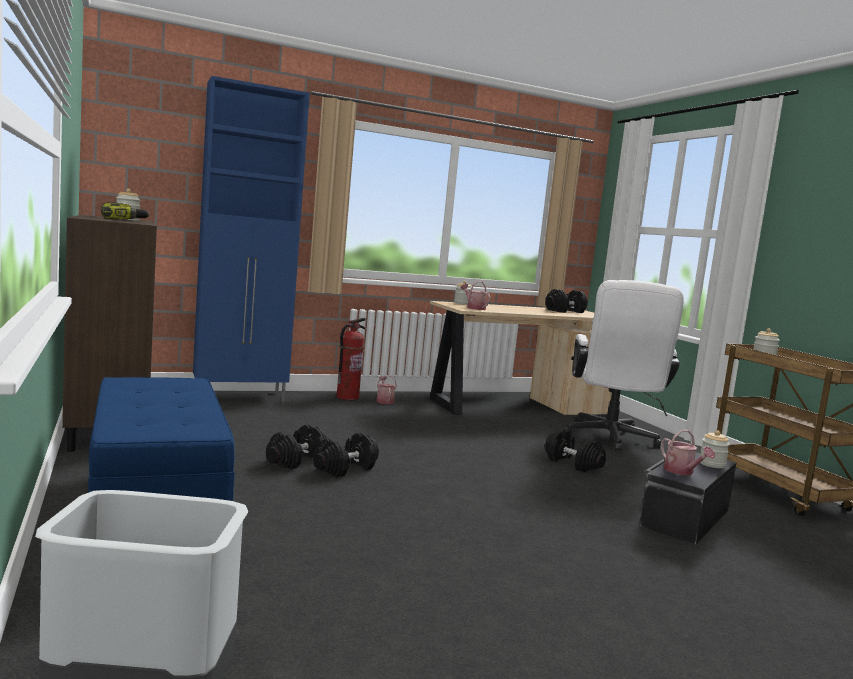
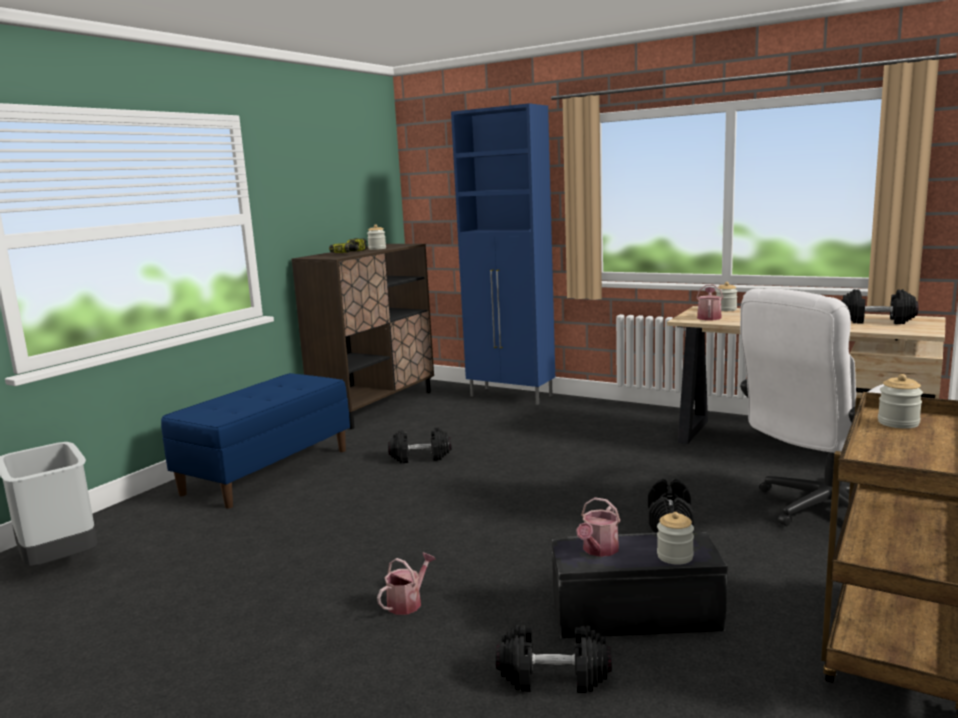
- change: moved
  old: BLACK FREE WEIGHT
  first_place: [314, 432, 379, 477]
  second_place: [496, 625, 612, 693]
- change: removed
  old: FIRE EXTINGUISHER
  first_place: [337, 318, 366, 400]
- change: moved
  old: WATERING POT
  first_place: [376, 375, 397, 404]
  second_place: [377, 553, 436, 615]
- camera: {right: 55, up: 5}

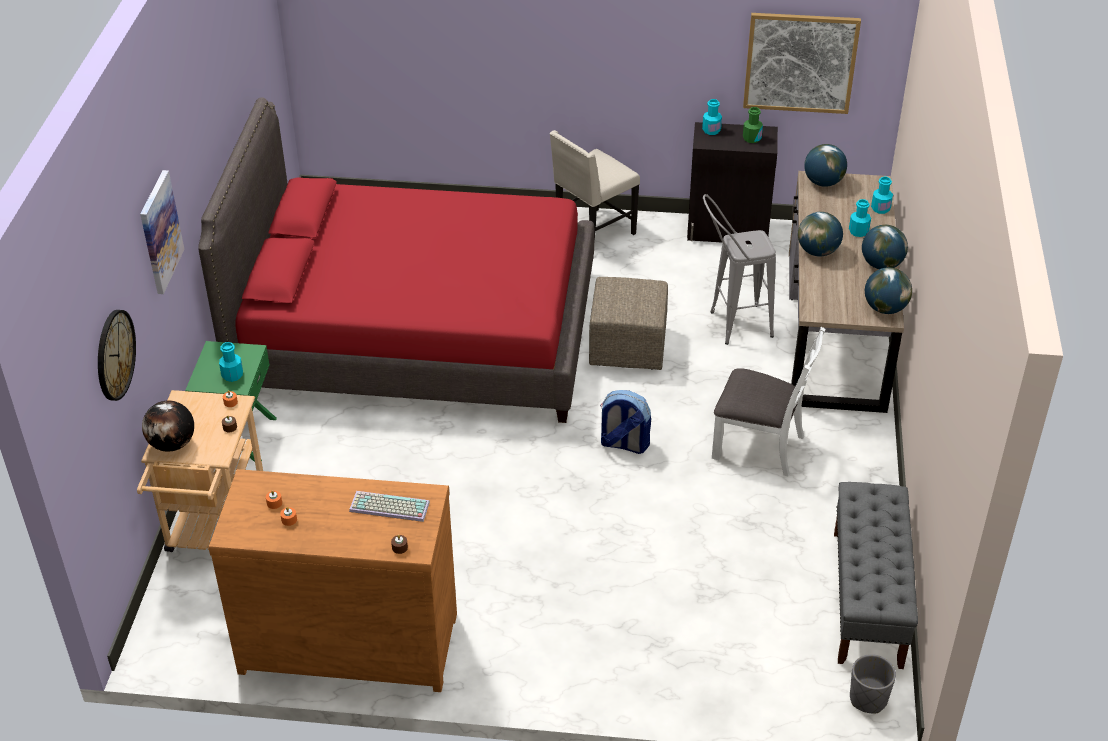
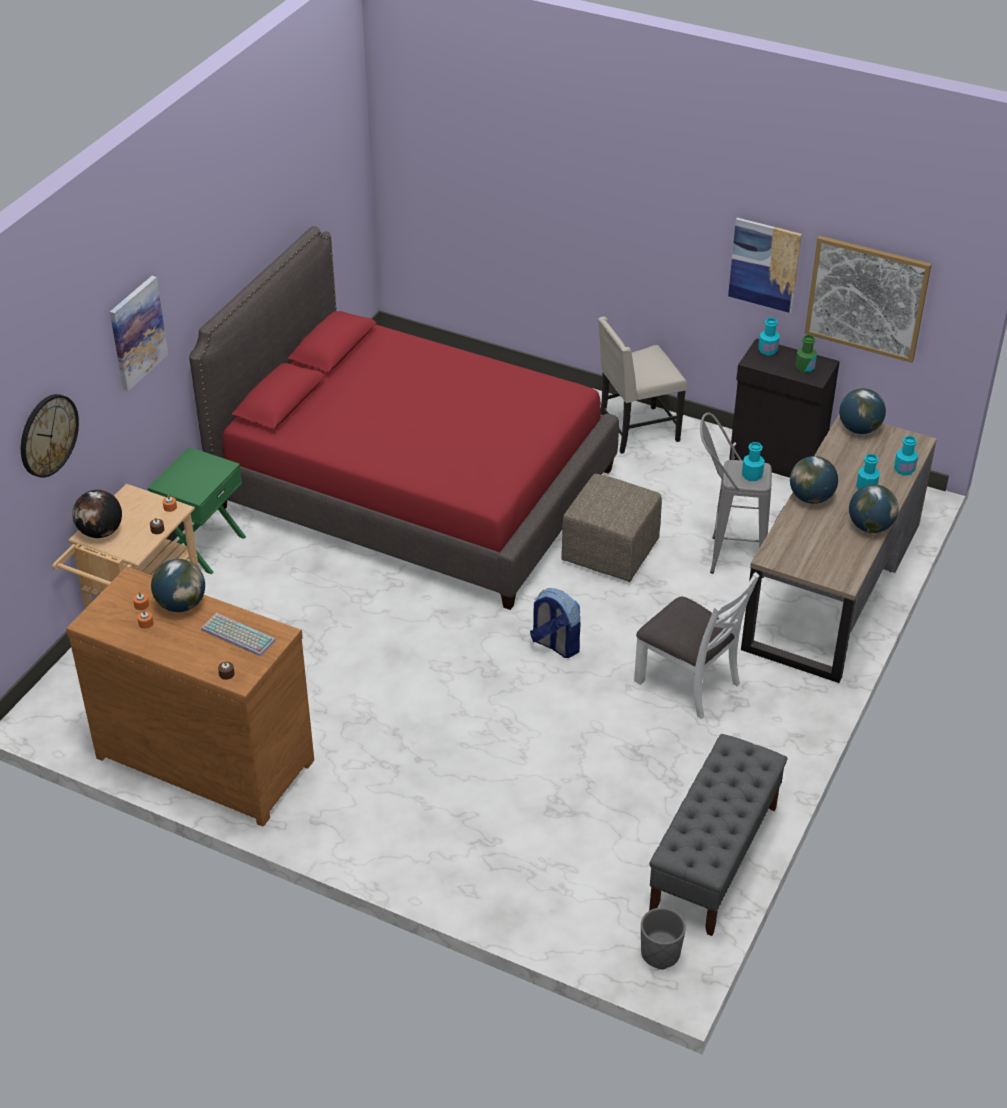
- change: moved
  old: BLUE-GREEN BOTTLE
  first_place: [219, 342, 243, 382]
  second_place: [742, 442, 765, 481]
- change: moved
  old: WORLD GLOBE
  first_place: [865, 267, 912, 314]
  second_place: [151, 559, 205, 612]
- change: added
  new: WALL PICTURE
  second_place: [728, 218, 802, 313]
- camera: {right: 20, up: 0}

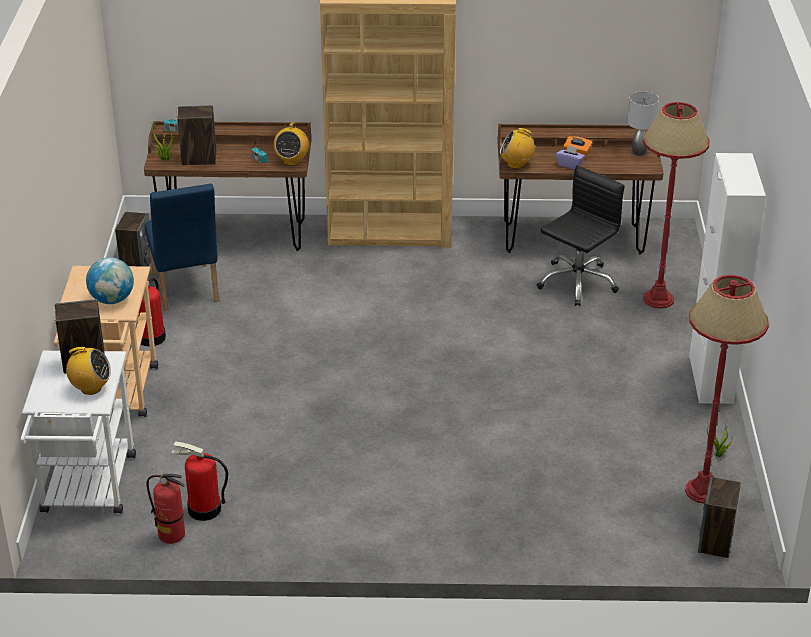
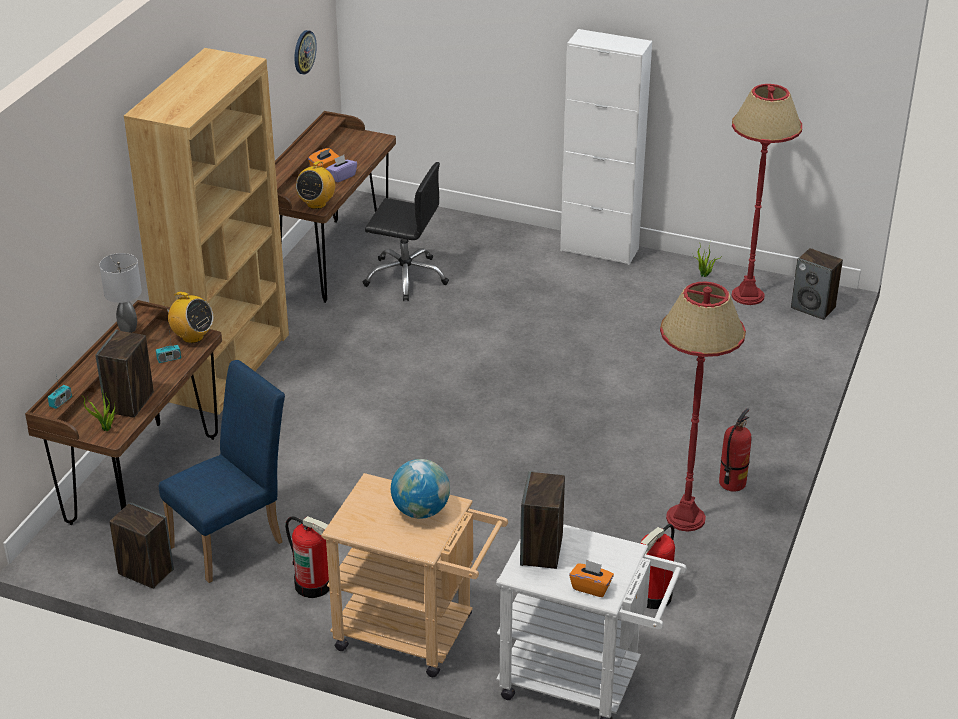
- change: removed
  old: RADIO RECEIVER
  first_place: [61, 347, 111, 395]
- change: turned
  old: BLUISH CHAIR
  first_place: [144, 183, 219, 310]
  second_place: [159, 360, 285, 583]
  degrees: -45
- change: moved
  old: FIRE EXTINGUISHER
  first_place: [146, 474, 185, 544]
  second_place: [719, 408, 751, 492]
- change: turned
  old: BLACK COMPUTER CHAIR
  first_place: [537, 166, 625, 306]
  second_place: [363, 162, 449, 301]
  degrees: 135
- change: moved
  old: GRAY LAMP FOR A TABLE
  first_place: [627, 91, 659, 156]
  second_place: [99, 253, 142, 333]
- change: moved
  old: RED-COLOURED FLOOR LAMP
  first_place: [643, 102, 710, 308]
  second_place: [660, 281, 746, 532]
- change: added
  new: WALL CLOCK
  second_place: [294, 30, 317, 74]
- change: added
  new: ORANGE BOX OF TISSUES
  second_place: [569, 560, 614, 597]
- camera: {right: -70, up: 0}

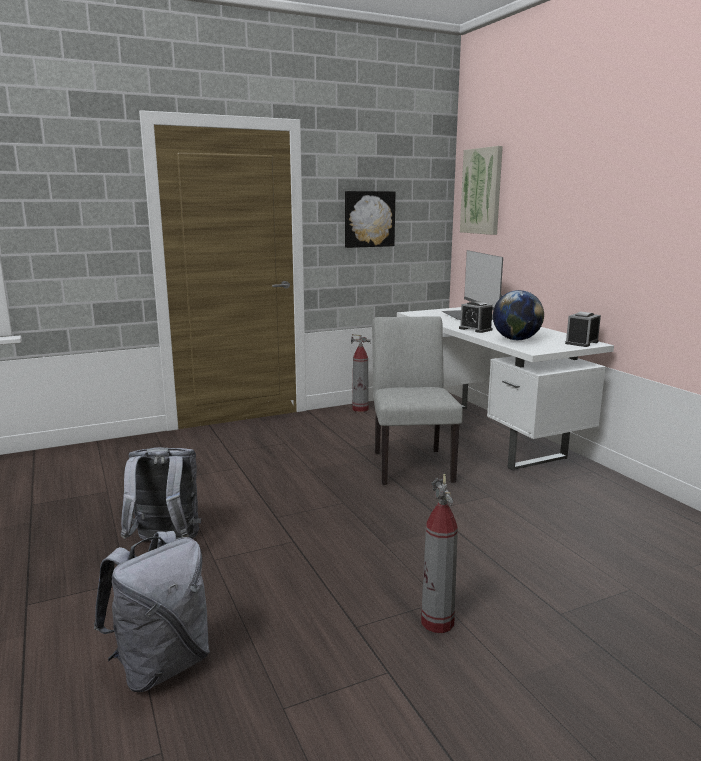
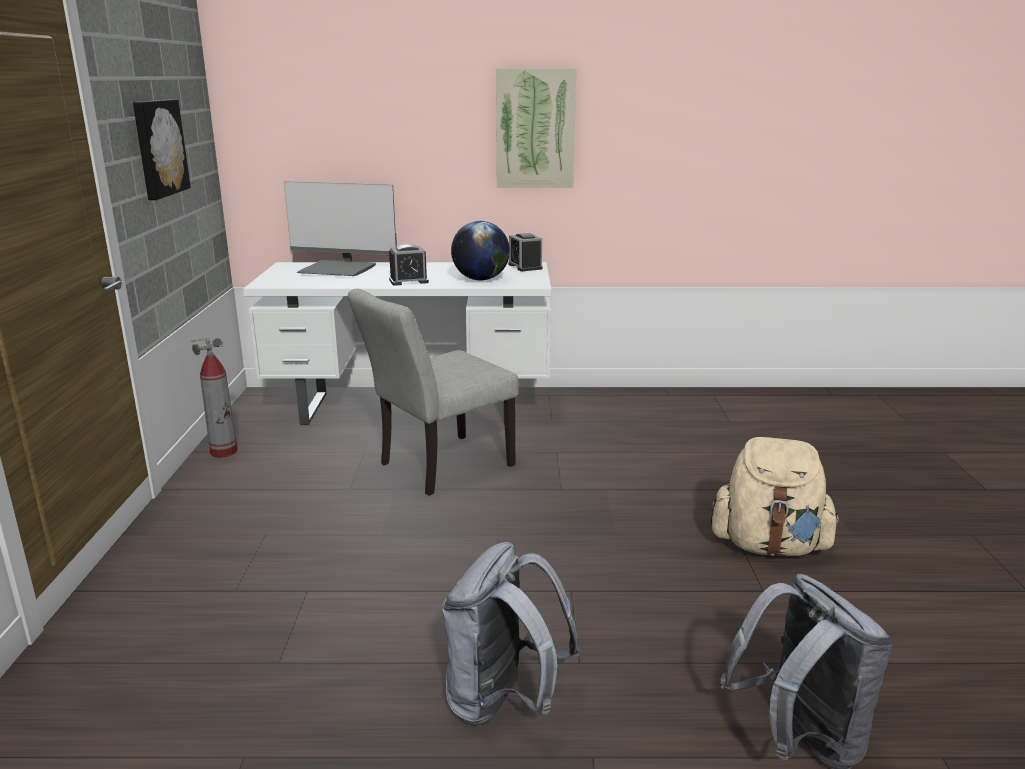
- change: turned
  old: GRAY CHAIR
  first_place: [372, 316, 463, 485]
  second_place: [348, 289, 519, 496]
  degrees: -60
- change: replaced
  old: FIRE EXTINGUISHER
  new: BEIGE BACKPACK
  first_place: [421, 474, 458, 633]
  second_place: [711, 437, 841, 556]
- change: moved
  old: WALL PICTURE
  first_place: [460, 146, 503, 235]
  second_place: [496, 68, 576, 188]
- camera: {right: -65, up: 5}

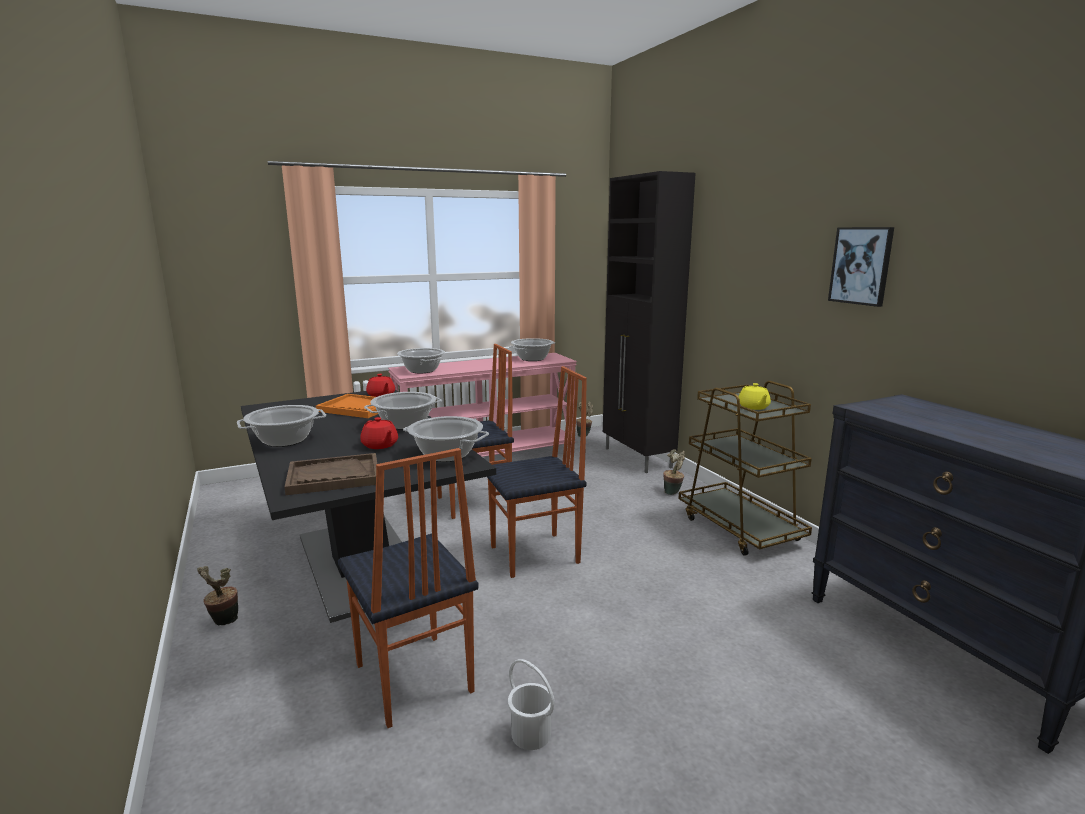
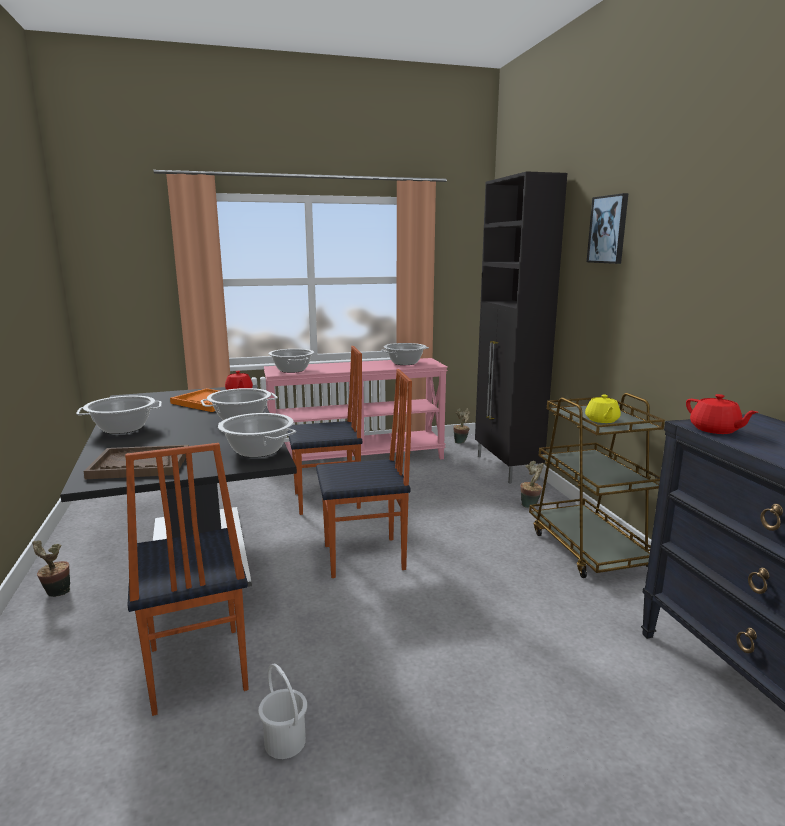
- change: moved
  old: RED-COLOURED TEA POT
  first_place: [360, 417, 398, 449]
  second_place: [686, 394, 758, 434]
- change: moved
  old: WALL PICTURE
  first_place: [828, 227, 894, 307]
  second_place: [587, 193, 629, 264]
- camera: {right: 10, up: 0}

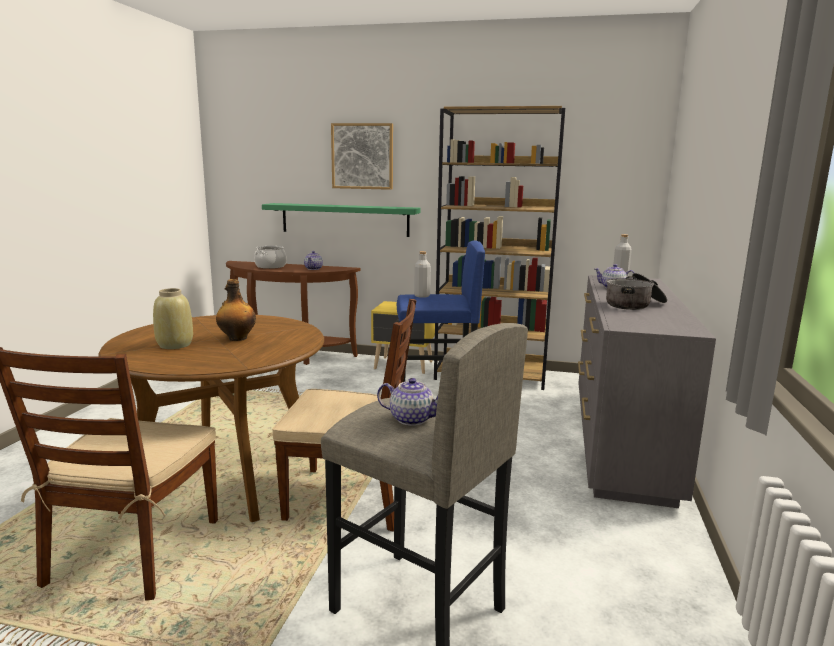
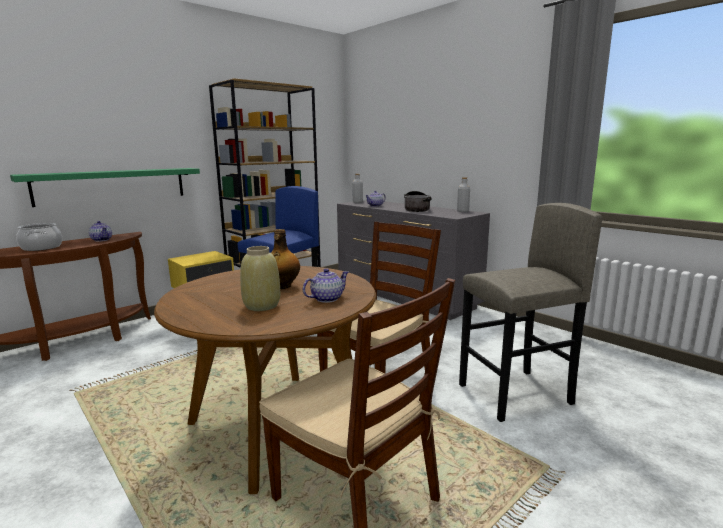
- change: removed
  old: WALL PICTURE
  first_place: [331, 123, 393, 190]
- change: moved
  old: TEA POT
  first_place: [377, 378, 438, 426]
  second_place: [303, 268, 349, 303]
- change: moved
  old: GRAY BOTTLE
  first_place: [414, 251, 431, 298]
  second_place: [457, 177, 470, 212]
- camera: {right: -55, up: 0}

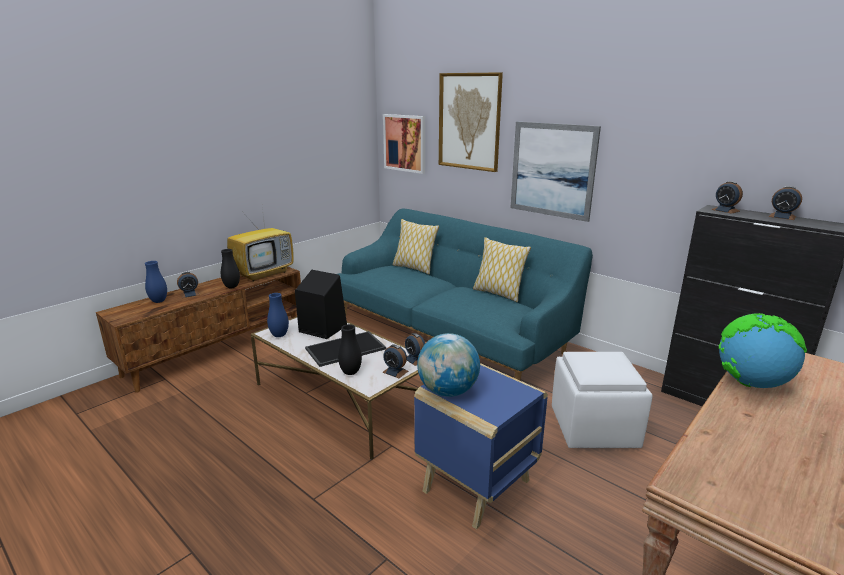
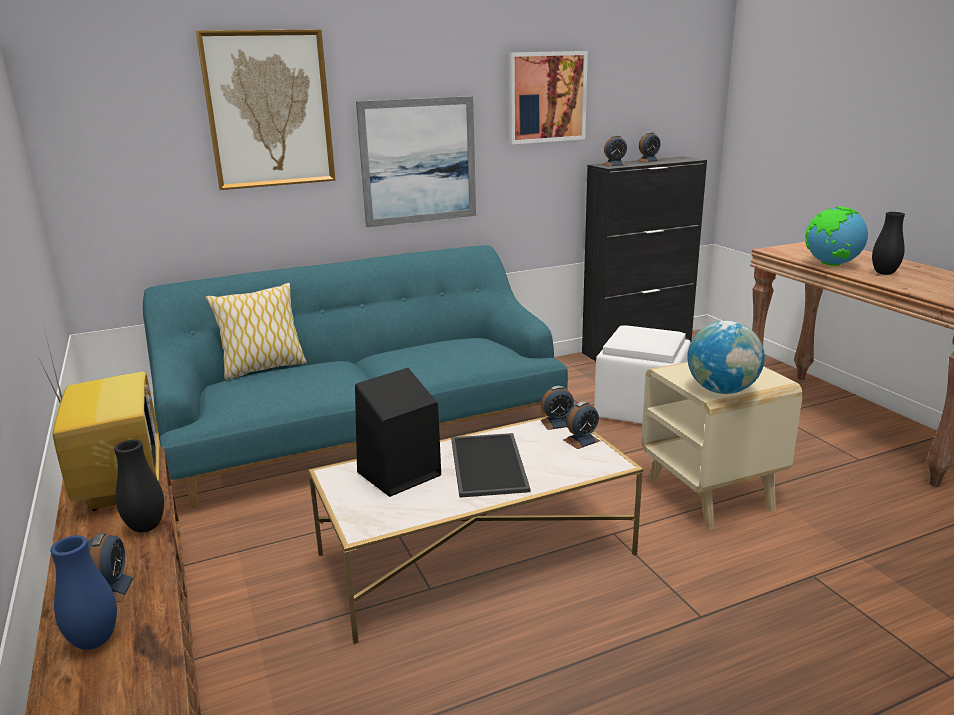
- change: removed
  old: BLUISH FLOWER VASE
  first_place: [267, 293, 289, 337]
- change: moved
  old: BLACK FLOWER VASE
  first_place: [338, 324, 362, 375]
  second_place: [872, 212, 905, 275]
- change: moved
  old: WALL PICTURE
  first_place: [383, 114, 425, 174]
  second_place: [508, 51, 588, 144]
- change: recoloured
  old: BLUISH ACCENT TABLE
  new: BEIGE ACCENT TABLE
  first_place: [414, 363, 548, 529]
  second_place: [641, 362, 803, 530]
- change: removed
  old: PILLOW
  first_place: [473, 237, 531, 302]
- camera: {right: -65, up: 0}

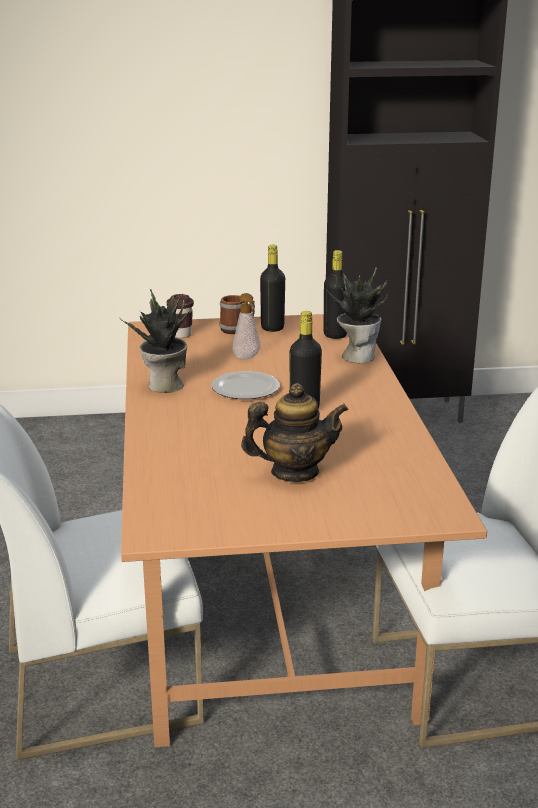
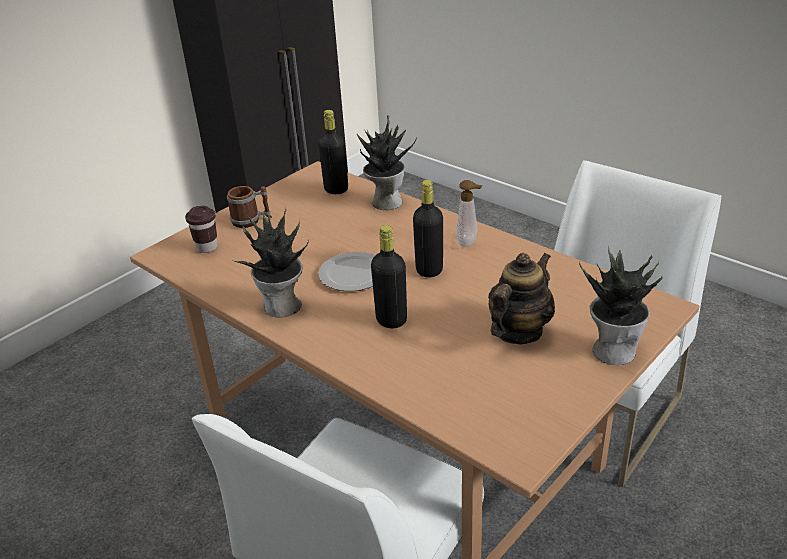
- change: moved
  old: SOAP DISPENSER
  first_place: [233, 293, 260, 359]
  second_place: [456, 180, 482, 247]
- change: moved
  old: BLACK BOTTLE
  first_place: [260, 245, 285, 332]
  second_place: [371, 225, 407, 328]
- change: added
  new: POTTED PLANT
  second_place: [579, 246, 663, 365]
- camera: {right: -40, up: 10}

